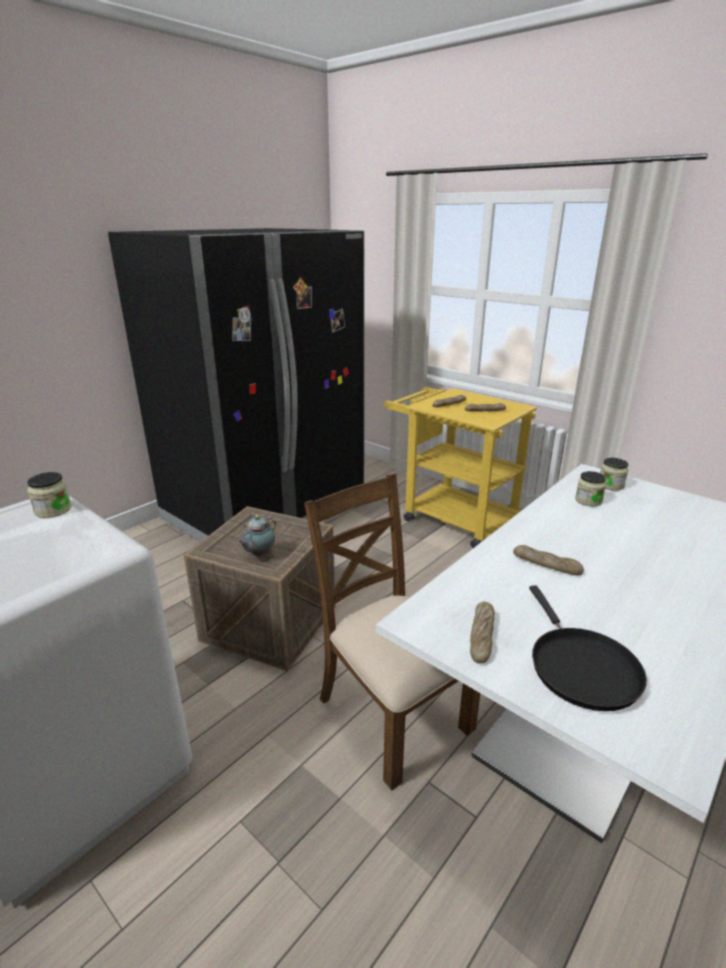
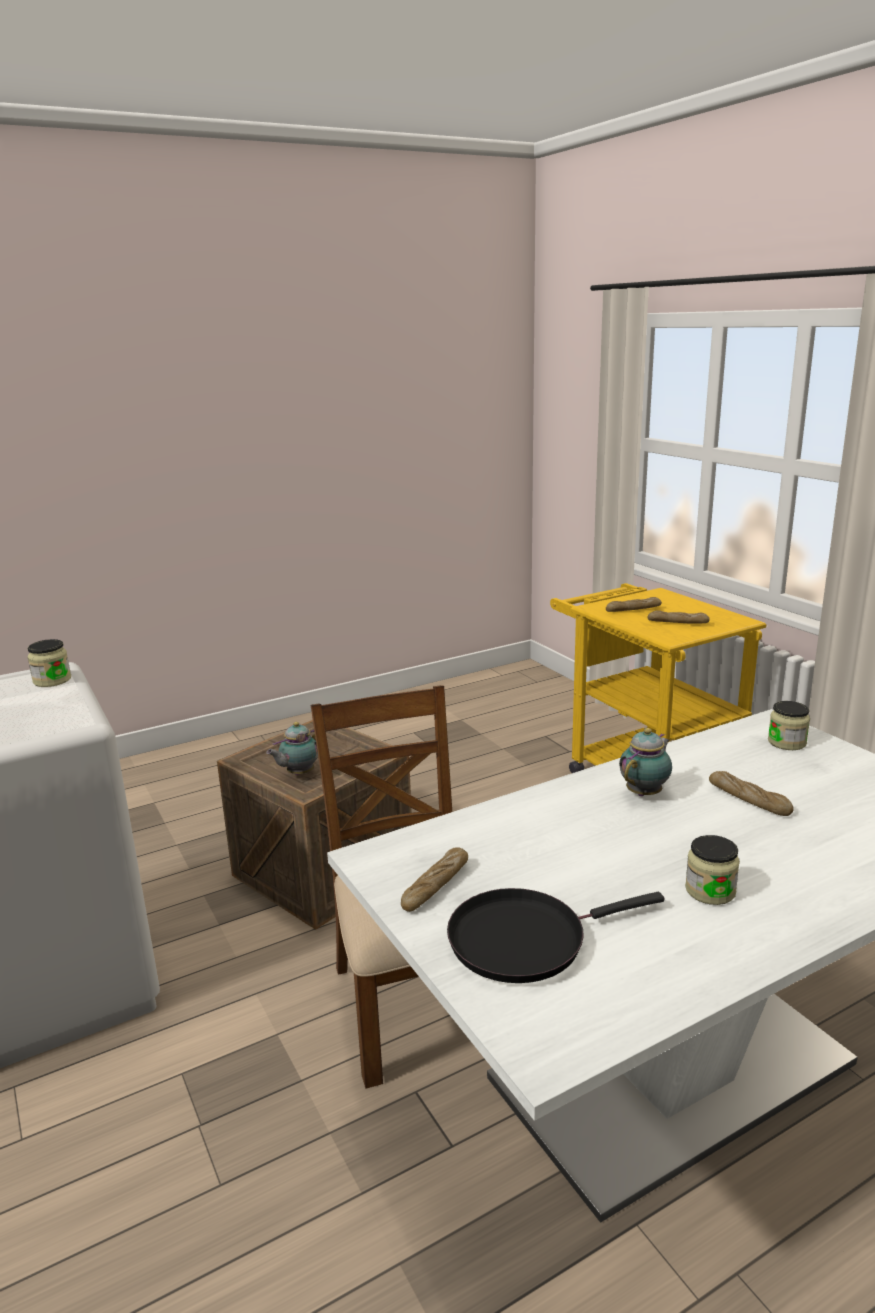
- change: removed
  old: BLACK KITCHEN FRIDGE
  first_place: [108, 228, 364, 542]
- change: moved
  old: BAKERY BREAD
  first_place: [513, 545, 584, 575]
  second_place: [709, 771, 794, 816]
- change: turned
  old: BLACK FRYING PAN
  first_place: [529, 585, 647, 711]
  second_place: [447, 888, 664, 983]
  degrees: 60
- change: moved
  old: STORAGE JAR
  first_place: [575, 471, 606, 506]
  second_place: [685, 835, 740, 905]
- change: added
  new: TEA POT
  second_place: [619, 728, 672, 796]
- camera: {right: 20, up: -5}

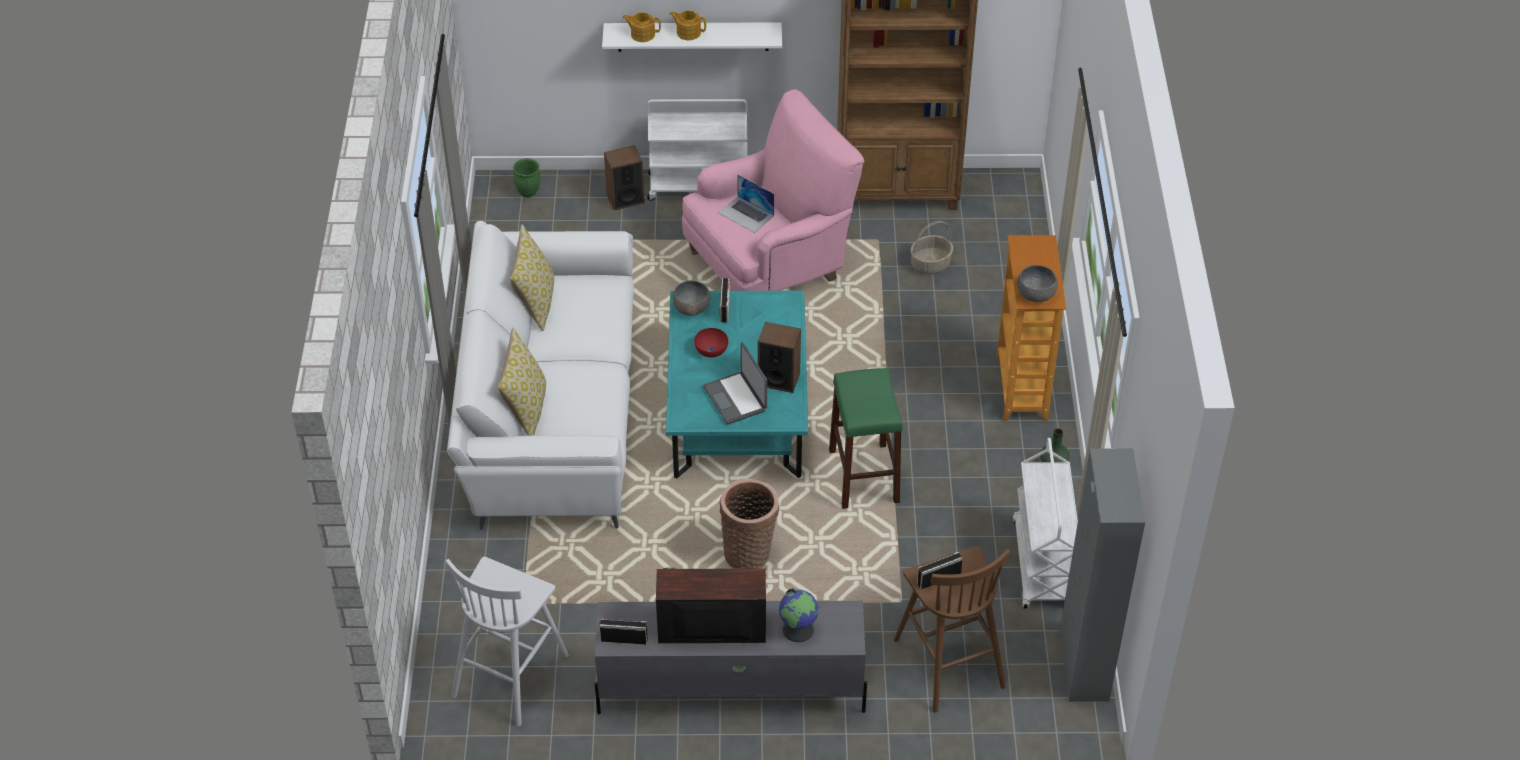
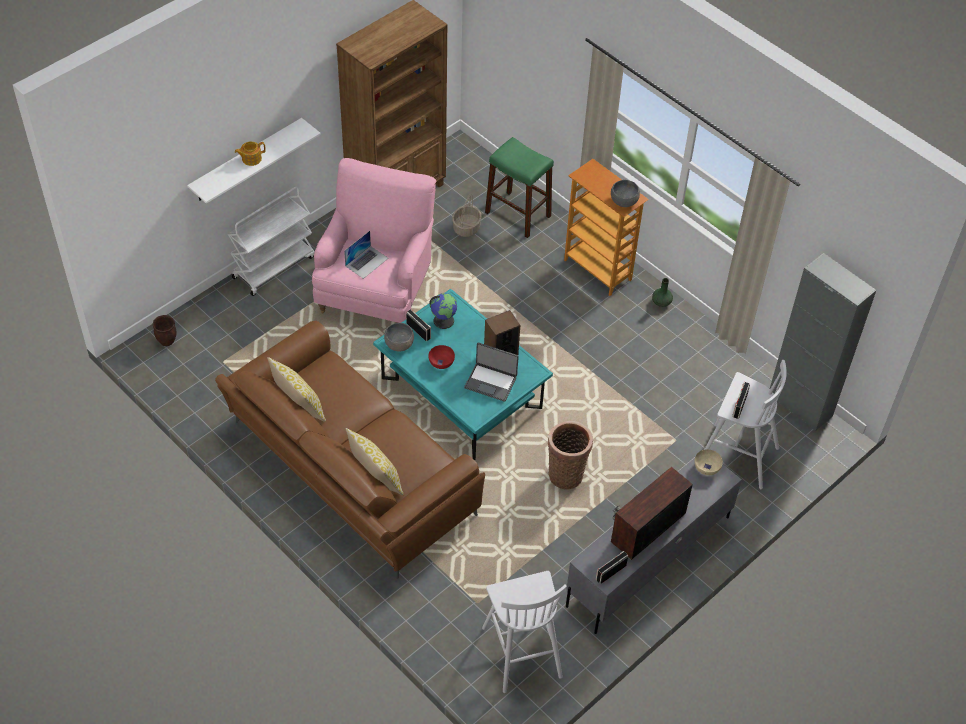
- change: recoloured
  old: WHITISH SETTEE
  new: BROWN-COLOURED SETTEE
  first_place: [447, 221, 634, 530]
  second_place: [215, 321, 485, 579]
- change: recoloured
  old: GREENISH PLANTER
  new: BROWN-COLOURED PLANTER
  first_place: [513, 158, 541, 198]
  second_place: [153, 315, 177, 346]
- change: removed
  old: SPEAKER
  first_place: [604, 145, 645, 210]
- change: removed
  old: TEA POT
  first_place: [623, 12, 661, 42]
- change: turned
  old: NOTEBOOK COMPUTER
  first_place: [718, 174, 774, 233]
  second_place: [344, 231, 388, 279]
  degrees: -45
- change: moved
  old: WORLD GLOBE
  first_place: [779, 588, 819, 642]
  second_place: [430, 293, 457, 329]
- change: moved
  old: GREENISH STOOL SEAT
  first_place: [829, 368, 903, 509]
  second_place: [485, 137, 554, 238]
- change: recoloured
  old: BROWN-COLOURED STOOL SEAT
  new: WHITISH STOOL SEAT
  first_place: [894, 546, 1010, 713]
  second_place: [704, 360, 787, 489]
- change: removed
  old: WHITISH TROLLEY
  first_place: [1013, 438, 1078, 609]
- change: added
  new: BEIGE BOWL
  second_place: [695, 449, 723, 475]
- camera: {right: -45, up: 5}

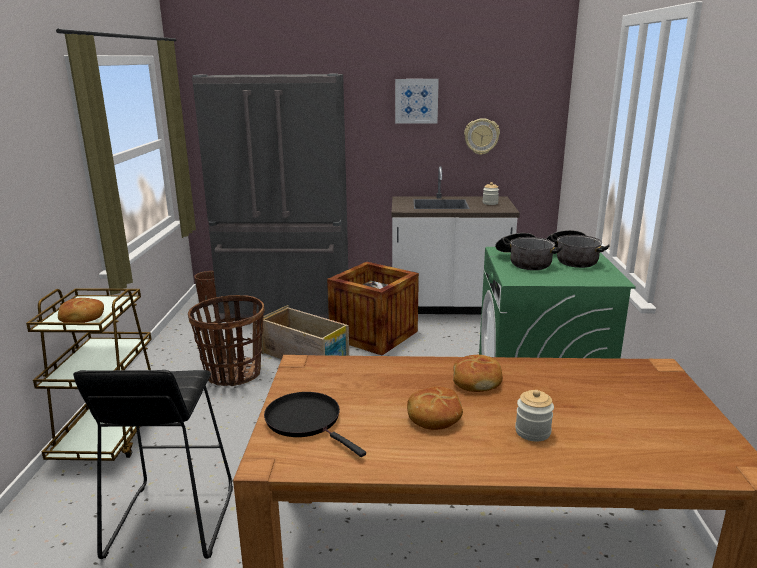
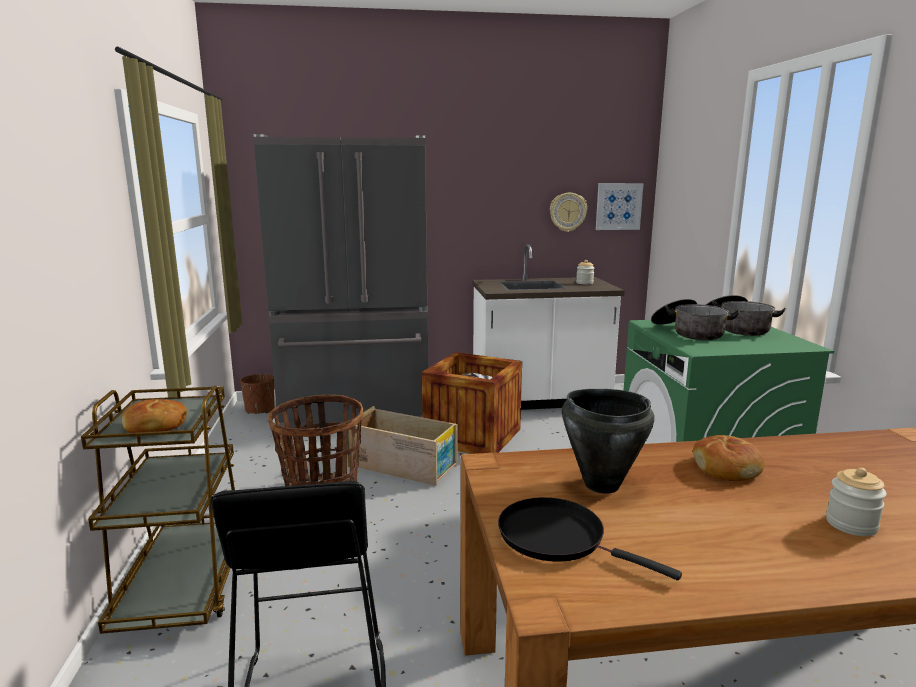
- change: moved
  old: WALL PICTURE
  first_place: [395, 79, 439, 124]
  second_place: [596, 183, 644, 230]
- change: removed
  old: BAKERY BREAD
  first_place: [407, 387, 463, 430]
- change: added
  new: BLACK STOCKPOT
  second_place: [562, 389, 654, 494]
- camera: {right: -10, up: -5}

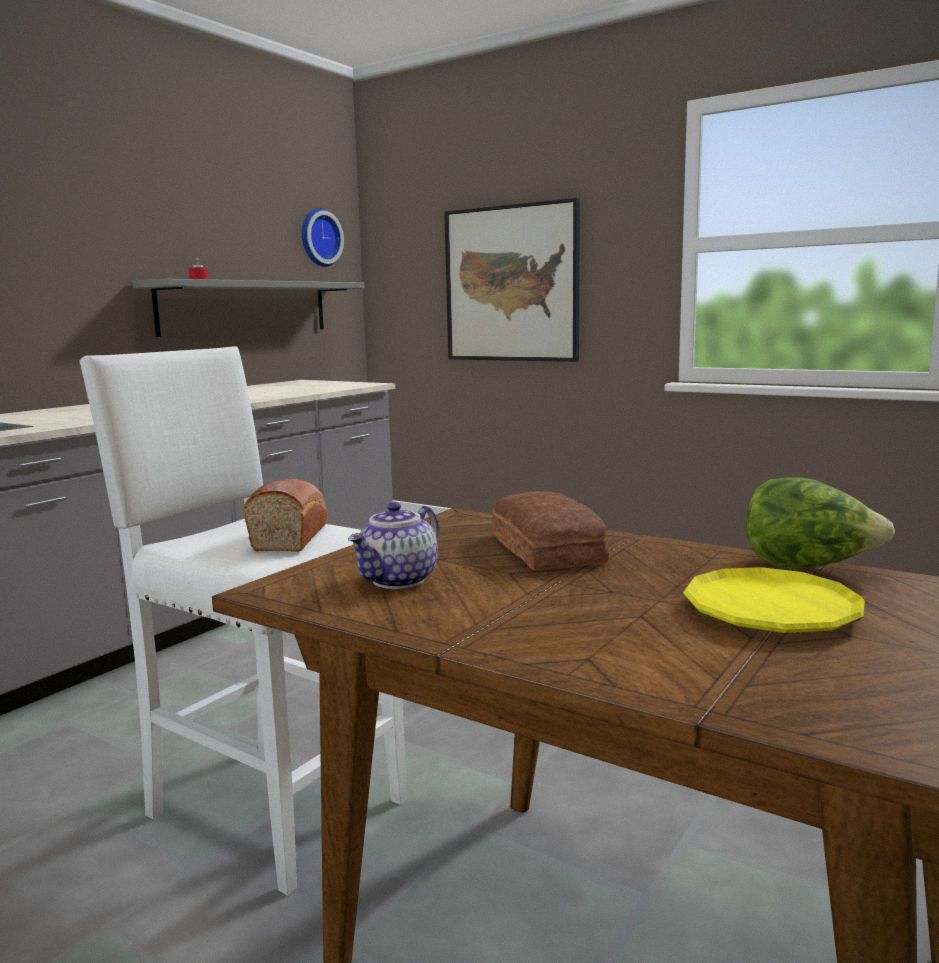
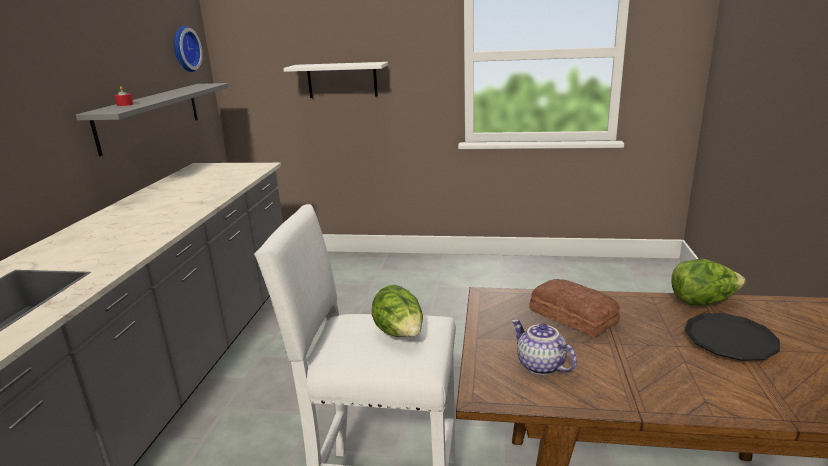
- change: replaced
  old: BAKERY BREAD
  new: LETTUCE HEAD
  first_place: [244, 479, 328, 552]
  second_place: [372, 285, 423, 337]
- change: turned
  old: TEA POT
  first_place: [348, 502, 439, 589]
  second_place: [512, 319, 577, 375]
  degrees: 135
- change: replaced
  old: WALL PICTURE
  new: WHITISH SHELF
  first_place: [444, 198, 580, 362]
  second_place: [283, 62, 388, 98]
- change: recoloured
  old: YELLOW DINNER PLATE
  new: BLACK DINNER PLATE
  first_place: [683, 567, 865, 633]
  second_place: [685, 313, 780, 361]
- camera: {right: -25, up: 10}

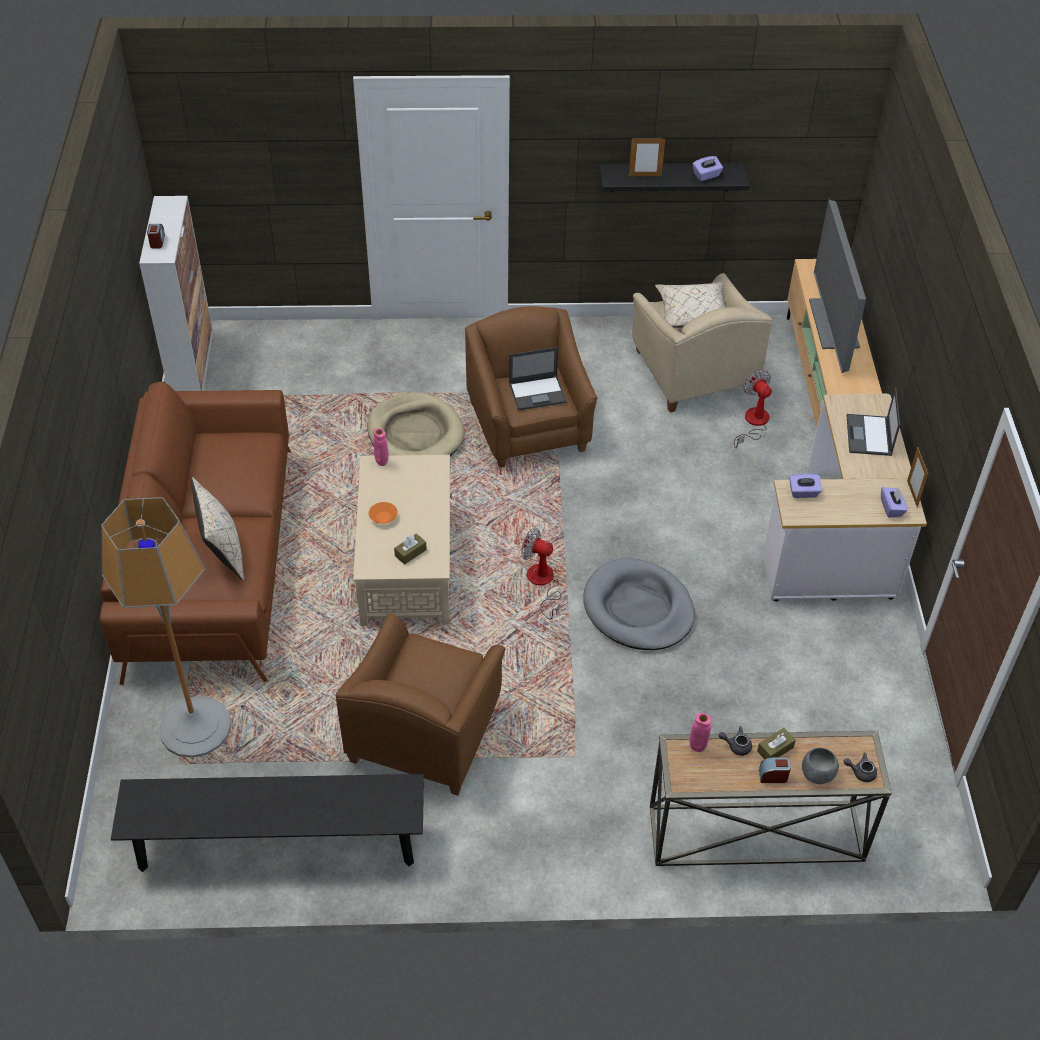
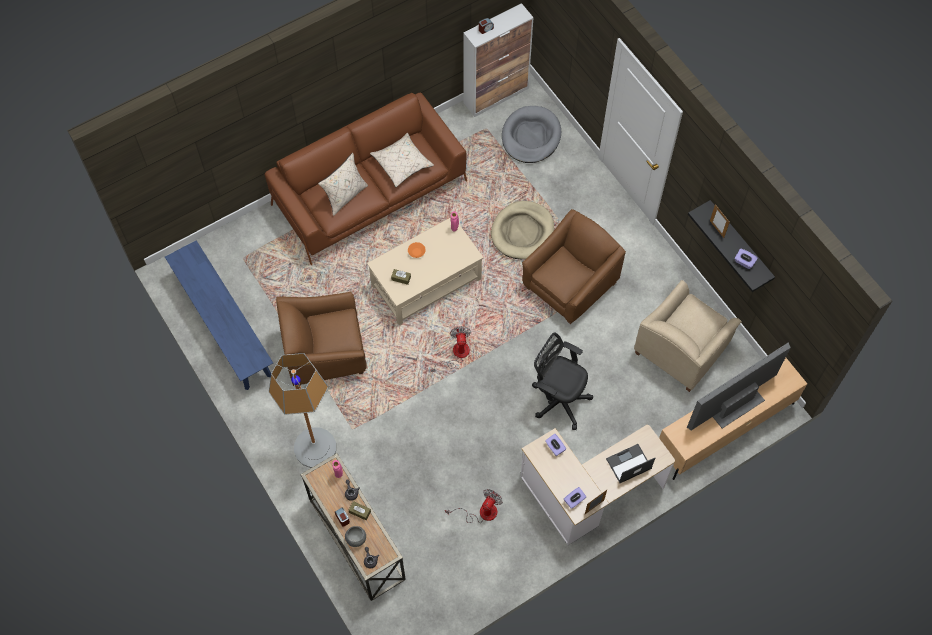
- change: moved
  old: FLOOR LAMP
  first_place: [101, 497, 231, 758]
  second_place: [269, 353, 336, 468]
- change: recoloured
  old: BLACK BENCH
  new: BLUISH BENCH
  first_place: [111, 774, 424, 872]
  second_place: [165, 240, 273, 390]
- change: removed
  old: NOTEBOOK COMPUTER
  first_place: [509, 347, 567, 411]
- change: moved
  old: GRAY DOG BED
  first_place: [583, 558, 695, 650]
  second_place: [502, 106, 561, 163]
- change: moved
  old: BEIGE PILLOW
  first_place: [655, 282, 725, 328]
  second_place: [370, 133, 434, 187]
- change: moved
  old: FAN
  first_place: [734, 370, 772, 448]
  second_place: [445, 489, 503, 523]
- change: added
  new: BLACK COMPUTER CHAIR
  second_place: [532, 332, 593, 430]
- camera: {right: 60, up: 15}

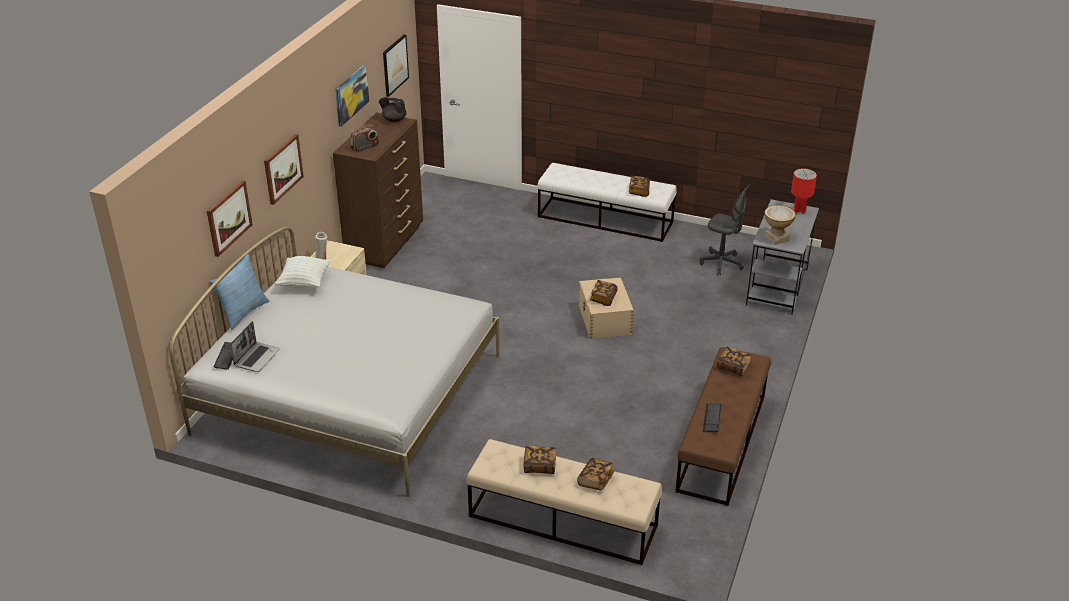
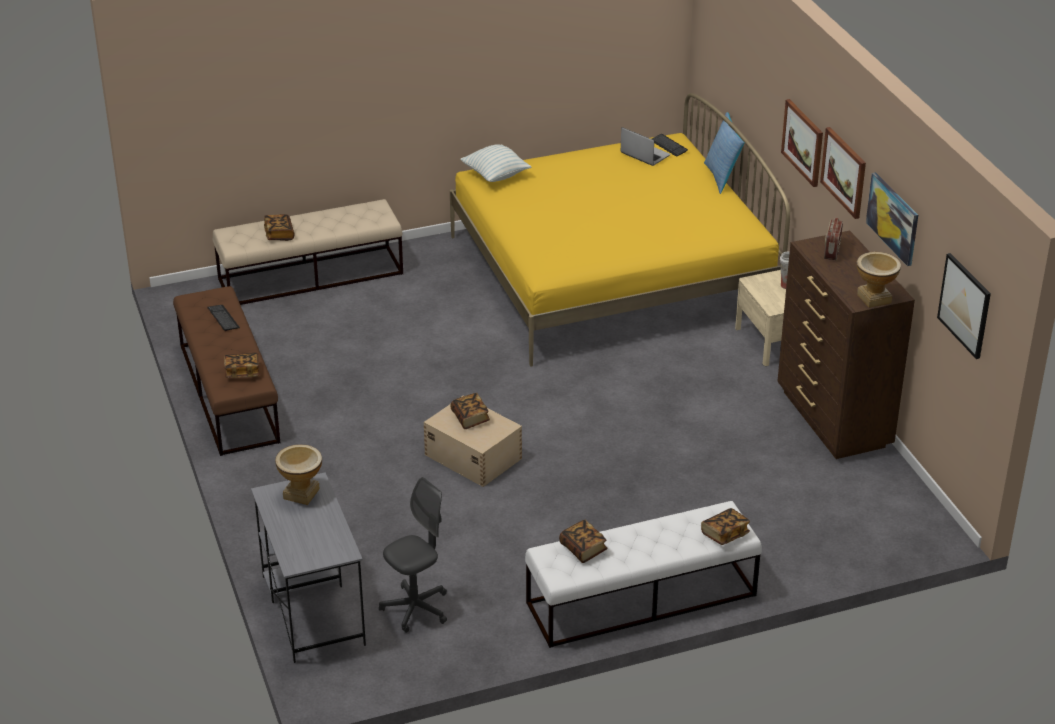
- change: recoloured
  old: WHITISH SLEEPING BED
  new: YELLOW SLEEPING BED
  first_place: [169, 226, 499, 497]
  second_place: [450, 93, 790, 366]
- change: moved
  old: WALL PICTURE
  first_place: [207, 180, 253, 257]
  second_place: [820, 127, 866, 219]
- change: turned
  old: NOTEBOOK COMPUTER
  first_place: [230, 321, 280, 372]
  second_place: [621, 127, 670, 166]
  degrees: 150
- change: moved
  old: PILLOW
  first_place: [275, 256, 330, 289]
  second_place: [461, 144, 531, 182]
- change: replaced
  old: BLACK TEA POT
  new: FLOWER VASE
  first_place: [379, 97, 406, 122]
  second_place: [857, 252, 901, 308]
- change: moved
  old: BOUND BOOK
  first_place: [523, 446, 556, 474]
  second_place: [701, 508, 750, 545]
- change: turned
  old: GRAY COMPUTER CHAIR
  first_place: [700, 185, 750, 276]
  second_place: [379, 477, 447, 633]
  degrees: 150
- change: removed
  old: RED-COLOURED LAMP FOR A TABLE
  first_place: [791, 168, 817, 214]
- camera: {right: 140, up: 0}

